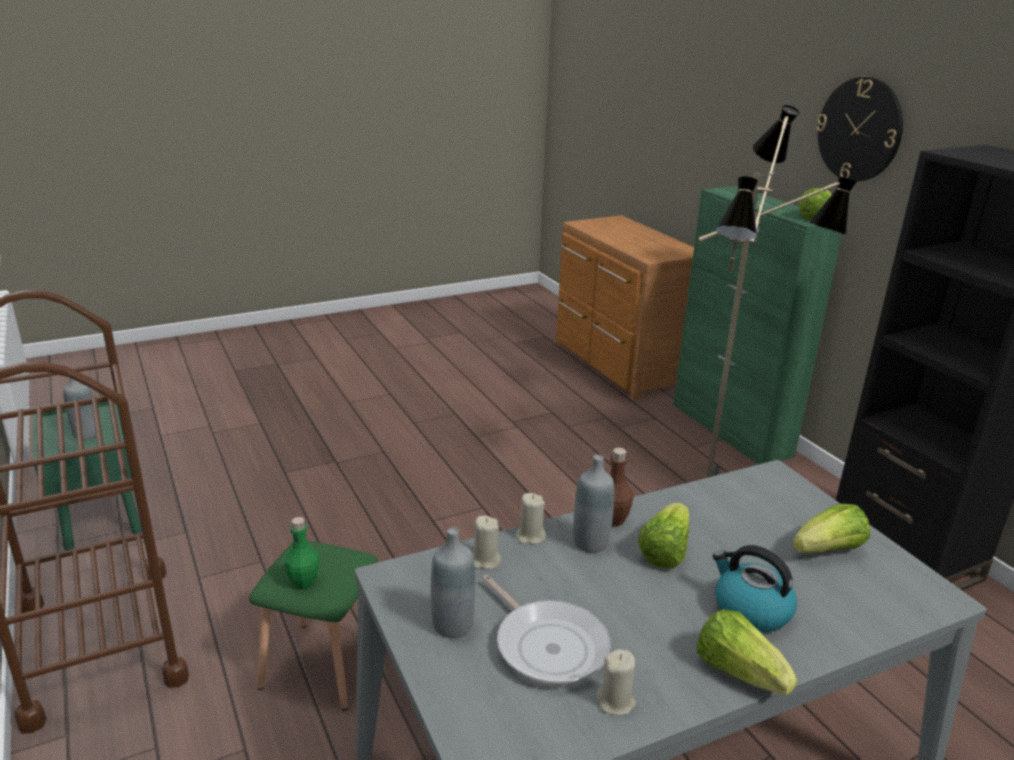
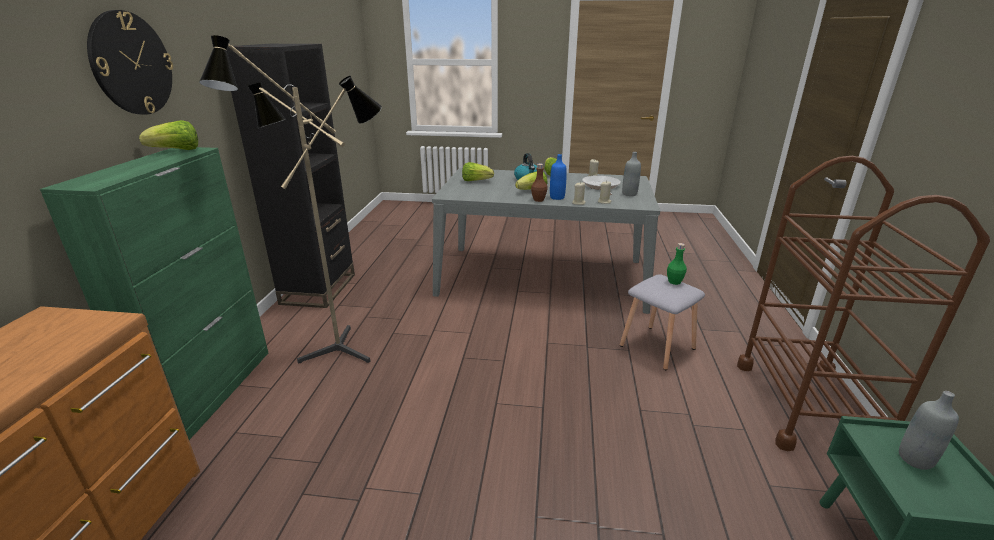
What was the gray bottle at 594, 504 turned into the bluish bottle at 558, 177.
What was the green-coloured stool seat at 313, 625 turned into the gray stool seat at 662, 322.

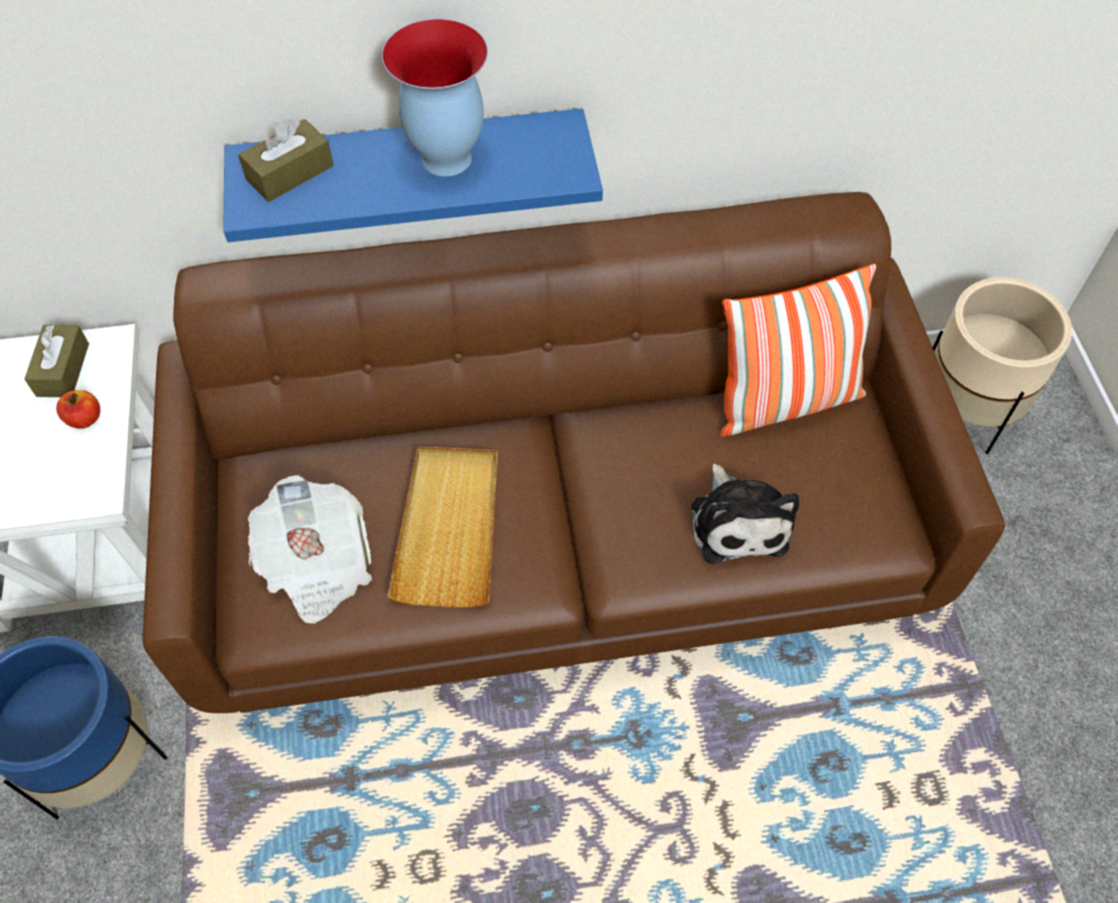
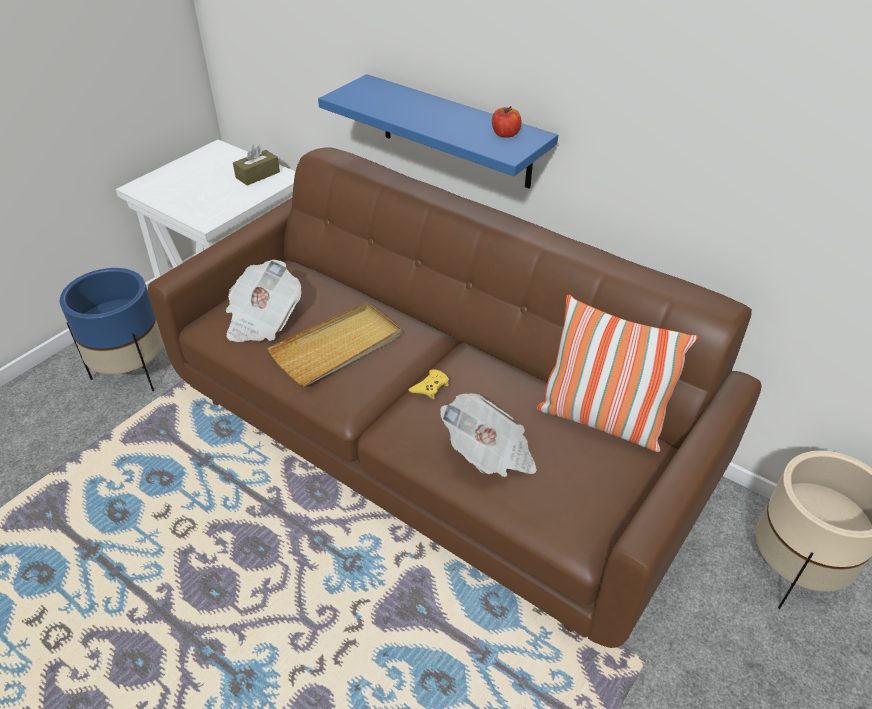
The second view lost the decorative vase at 435, 97.
The second view lost the brownish tissue box at 286, 160.
The apple fruit ended up elsewhere, having gone from 78, 409 to 506, 122.
Where the cuddly toy stood at 745, 514, the newspaper came to stand at 488, 435.
The second view gained the yellowish game controller at 428, 384.

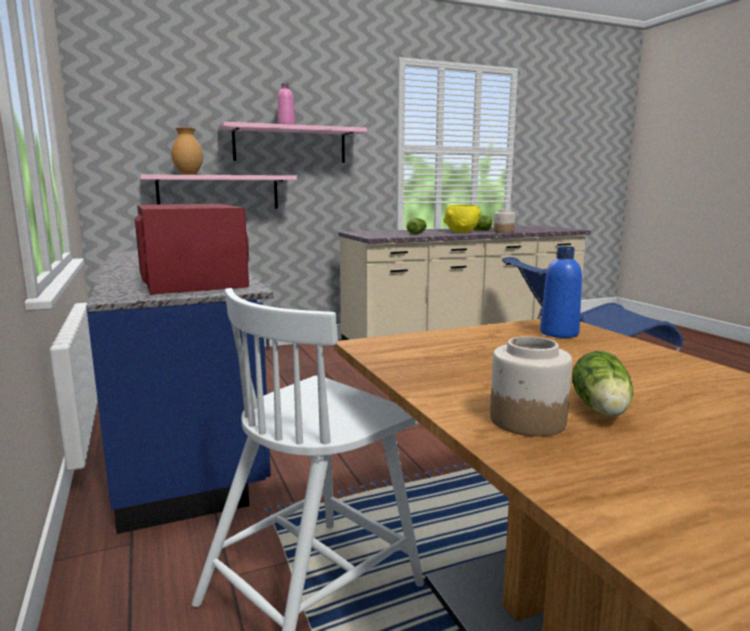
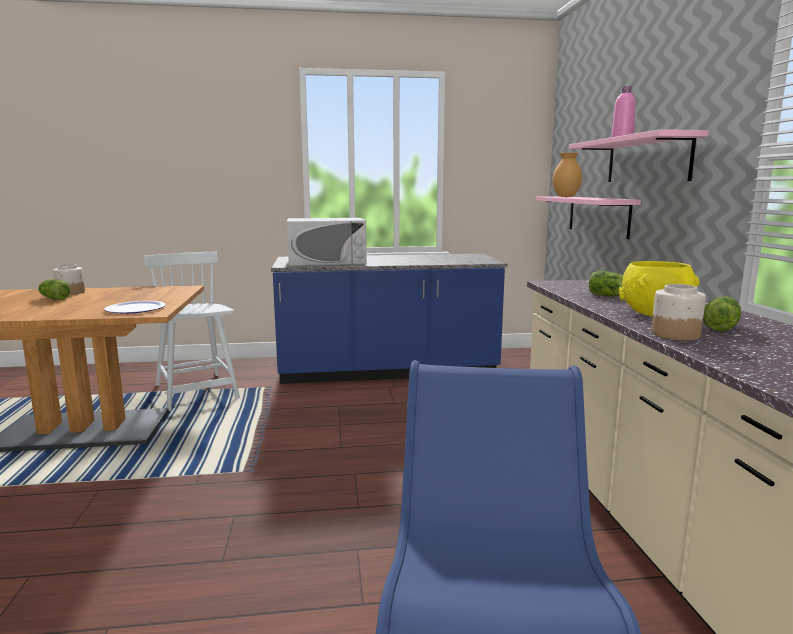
What was the red kitchen microwave at 192, 249 turned into the white kitchen microwave at 326, 242.
Where the bluish bottle stood at 561, 292, the dinner plate came to stand at 135, 307.

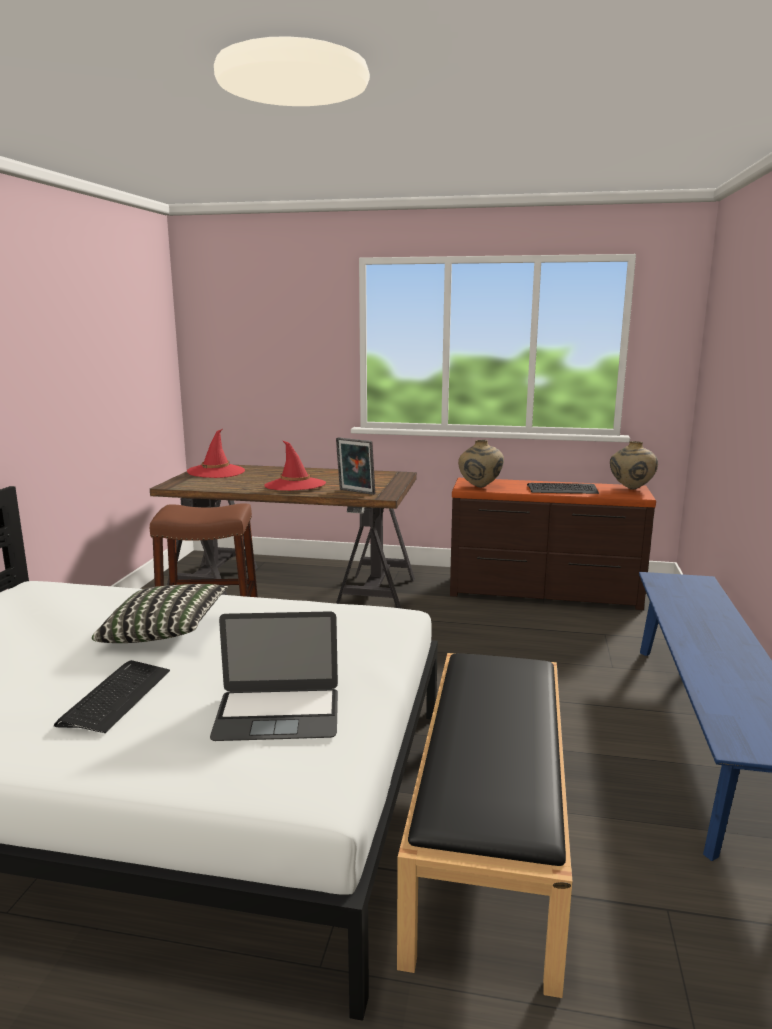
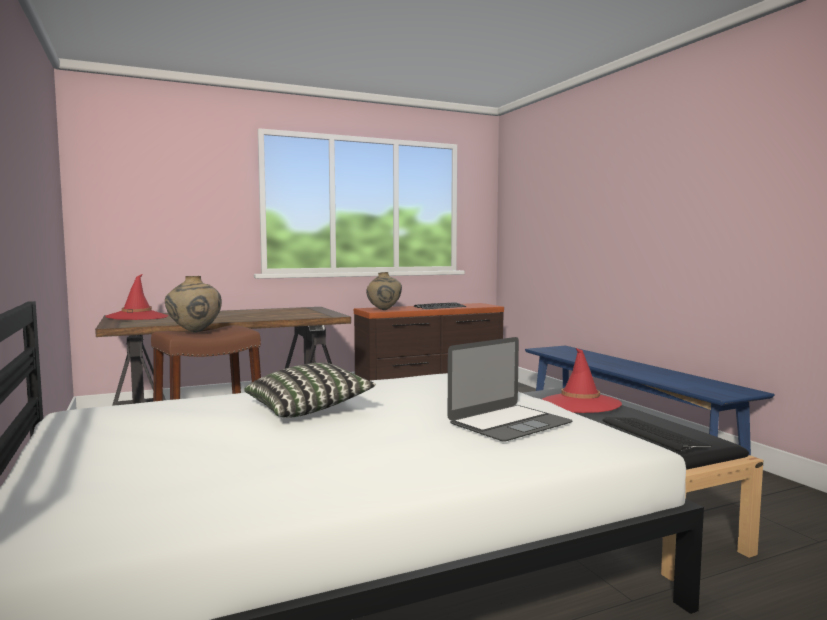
The second view lost the photo frame at 355, 466.
The red hat ended up elsewhere, having gone from 295, 465 to 582, 380.
The beige decorative vase ended up elsewhere, having gone from 634, 465 to 193, 304.
The computer keyboard ended up elsewhere, having gone from 112, 696 to 657, 434.

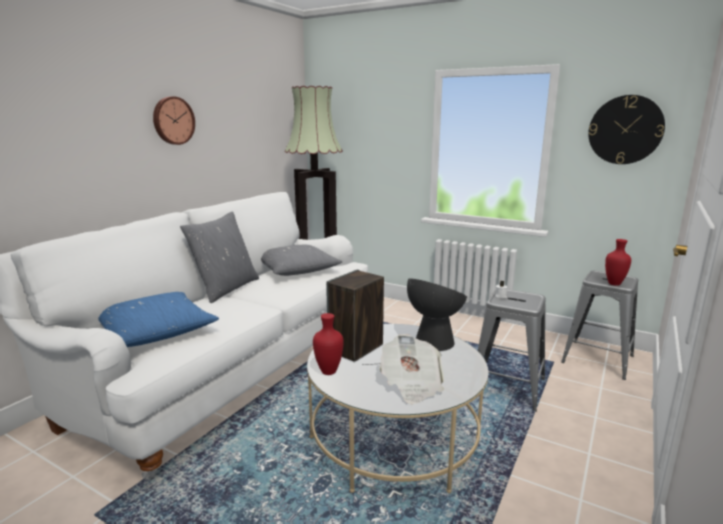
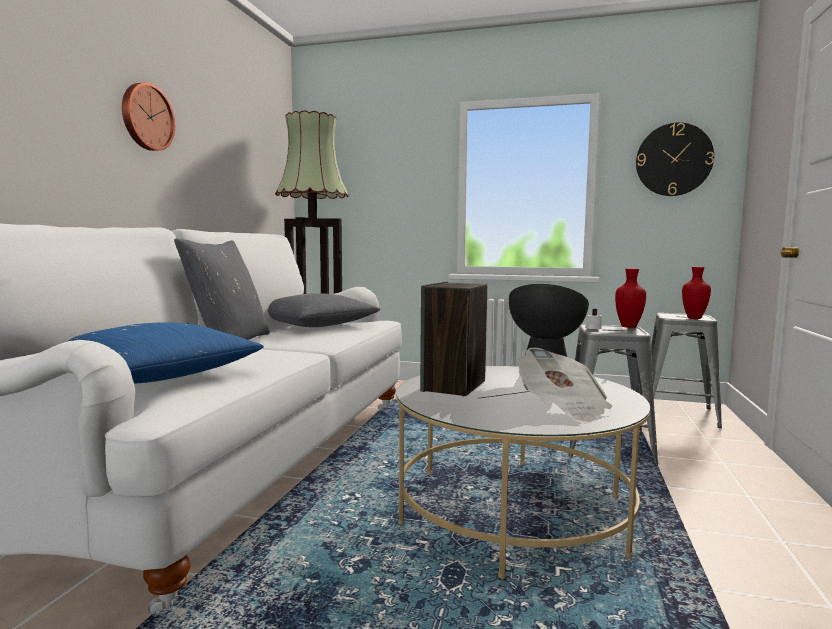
The red decorative vase ended up elsewhere, having gone from 328, 344 to 630, 298.

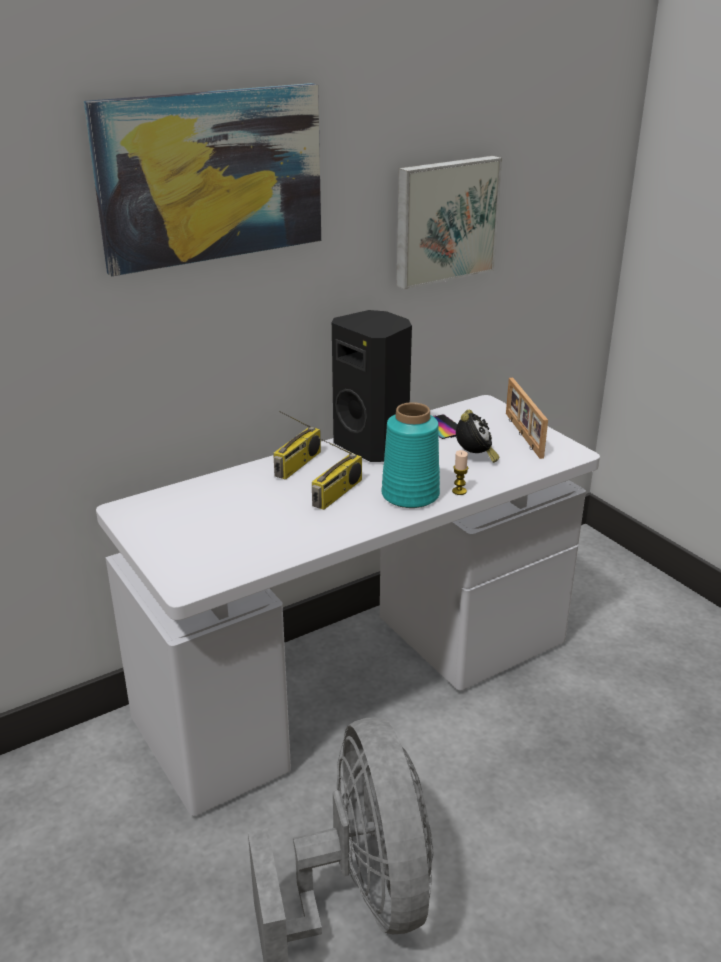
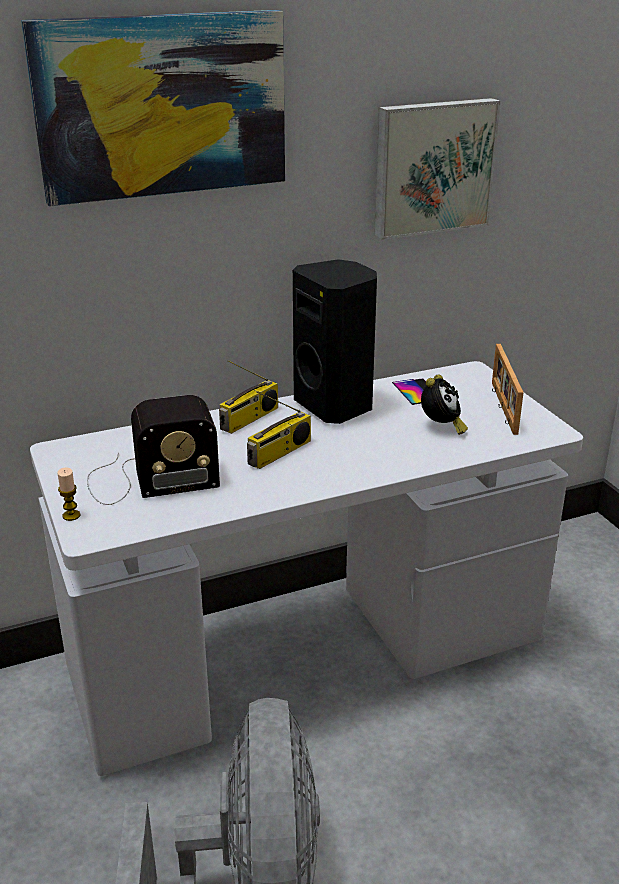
The second view lost the blue-green decorative vase at 411, 455.
The wax light ended up elsewhere, having gone from 460, 472 to 68, 494.
The second view gained the radio set at 153, 450.

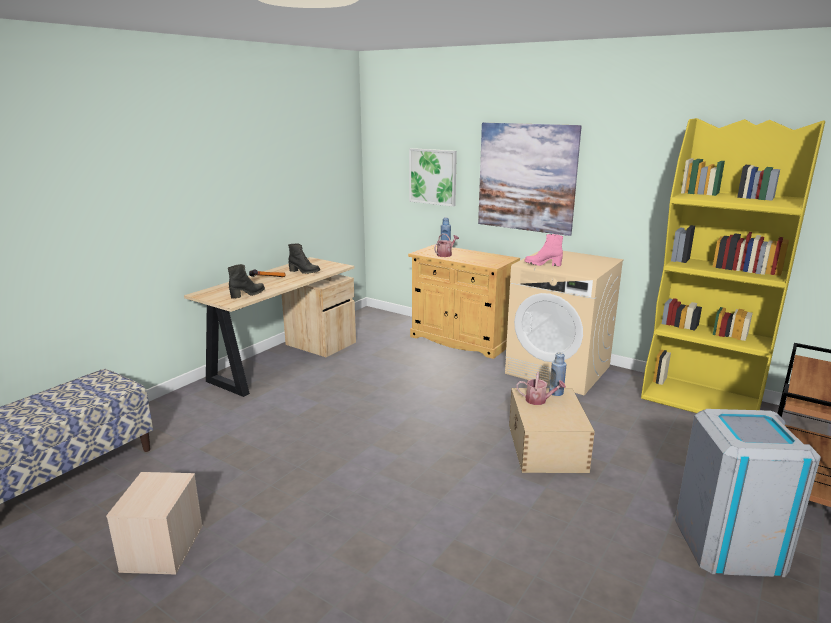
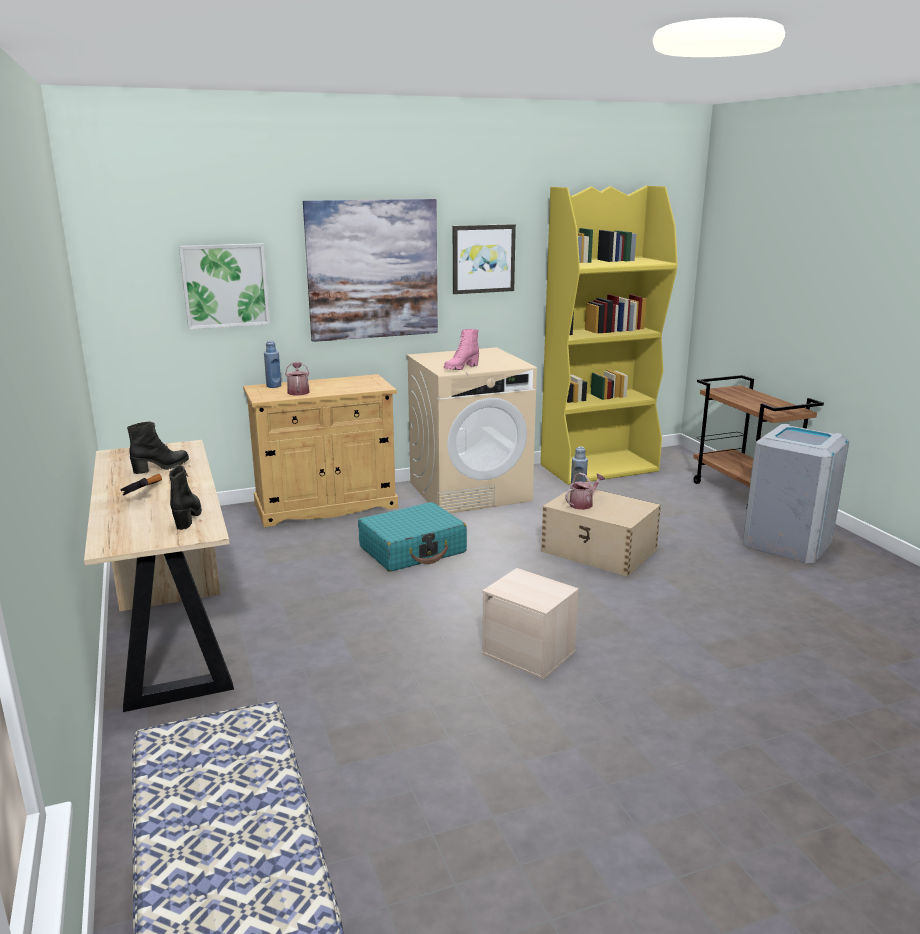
The beige storage container ended up elsewhere, having gone from 154, 523 to 530, 624.
The second view gained the picture at 484, 259.
The second view gained the blue-green suitcase at 412, 537.

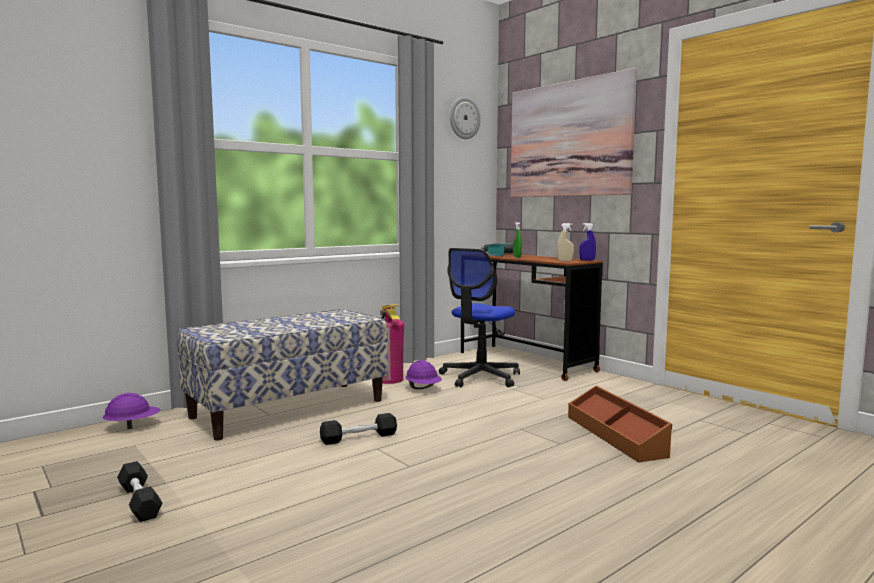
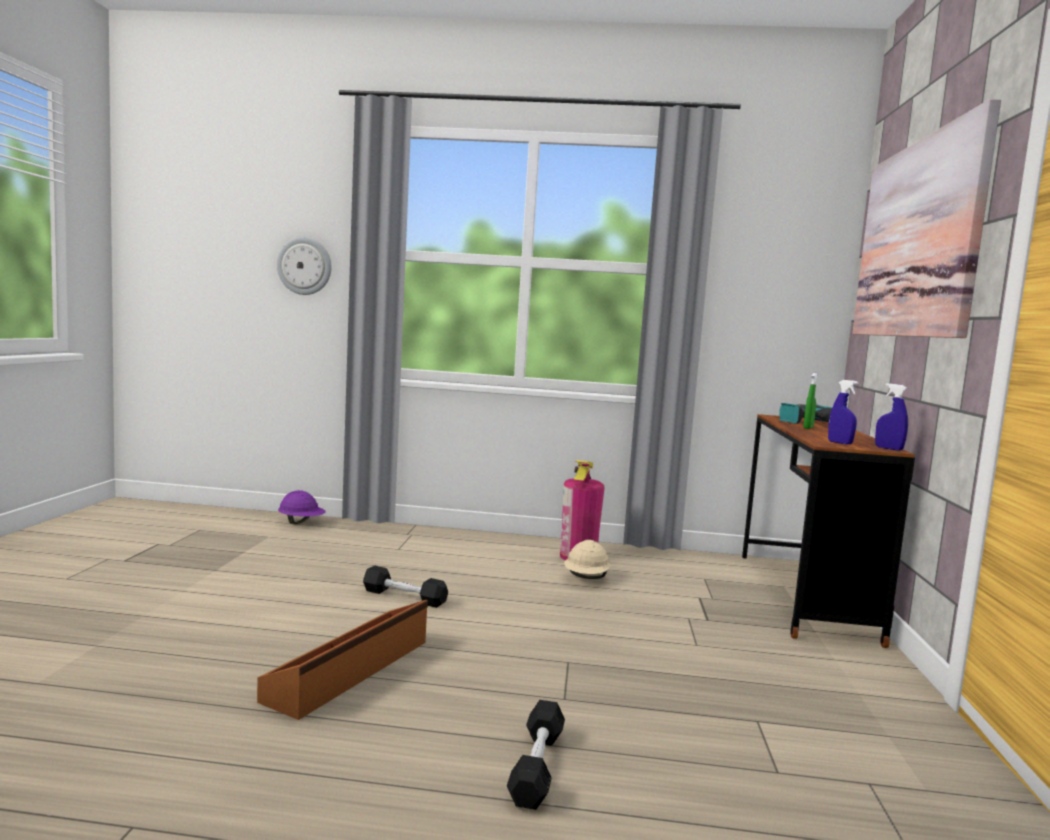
The wall clock ended up elsewhere, having gone from 465, 118 to 304, 266.
What was the beige spray bottle at 565, 242 turned into the bluish spray bottle at 843, 412.
The second view lost the office chair at 479, 317.
The second view lost the long seat at 282, 375.
What was the purple-coloured hard hat at 423, 374 turned into the beige hard hat at 587, 559.
The brownish storage container ended up elsewhere, having gone from 620, 424 to 342, 660.
The blackish hand weight ended up elsewhere, having gone from 139, 491 to 536, 755.

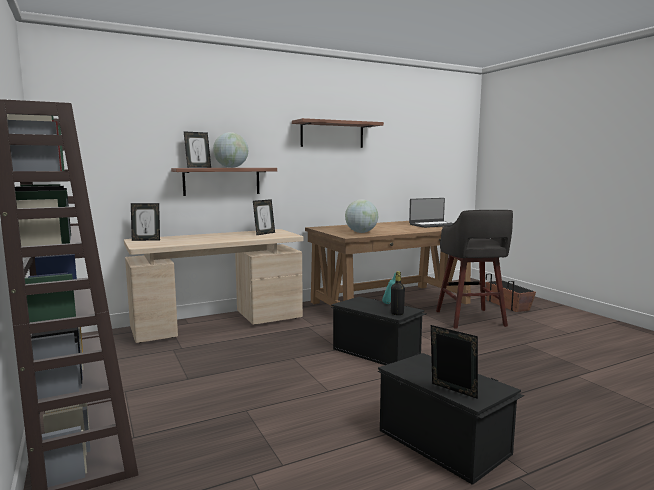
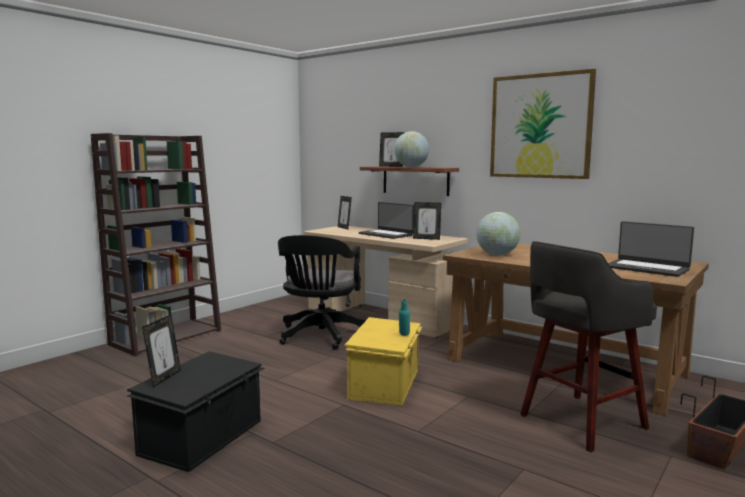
Where the bracket shelf hung at 338, 133, the picture came to hang at 543, 124.
The second view lost the blackish bottle at 398, 293.
What was the blackish storage container at 378, 331 turned into the yellowish storage container at 383, 361.
The second view gained the laptop at 386, 220.
The second view gained the blackish office chair at 322, 292.

